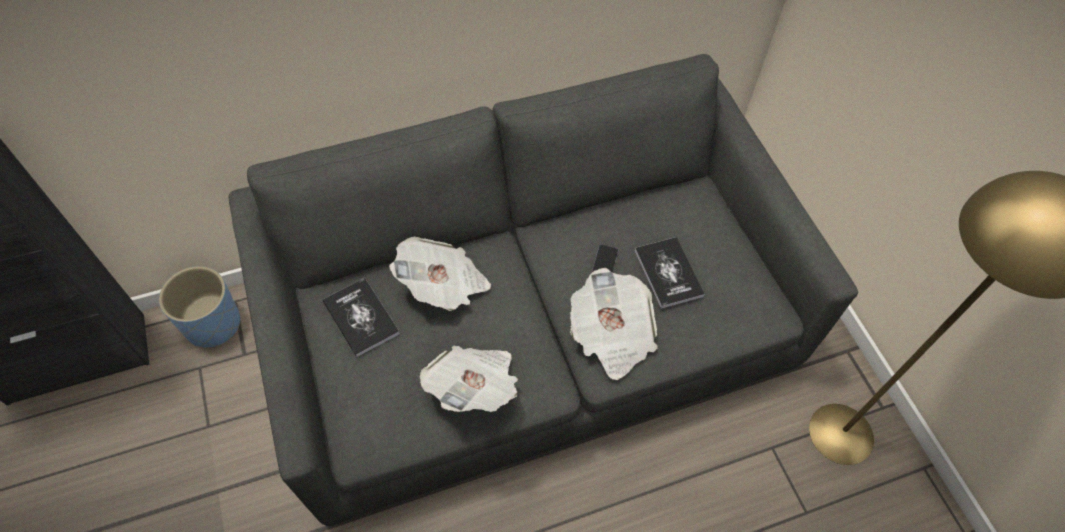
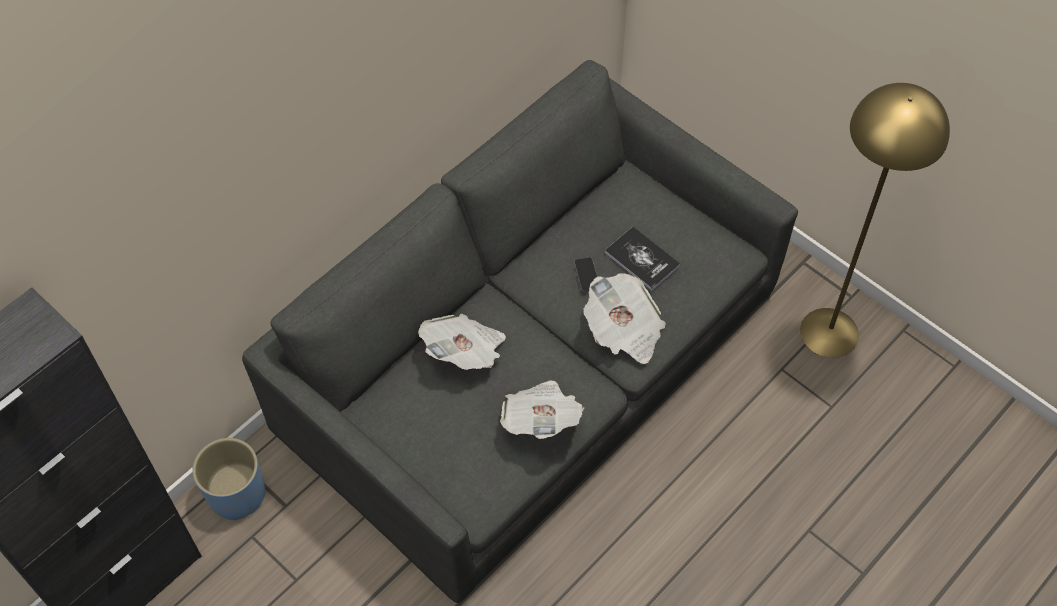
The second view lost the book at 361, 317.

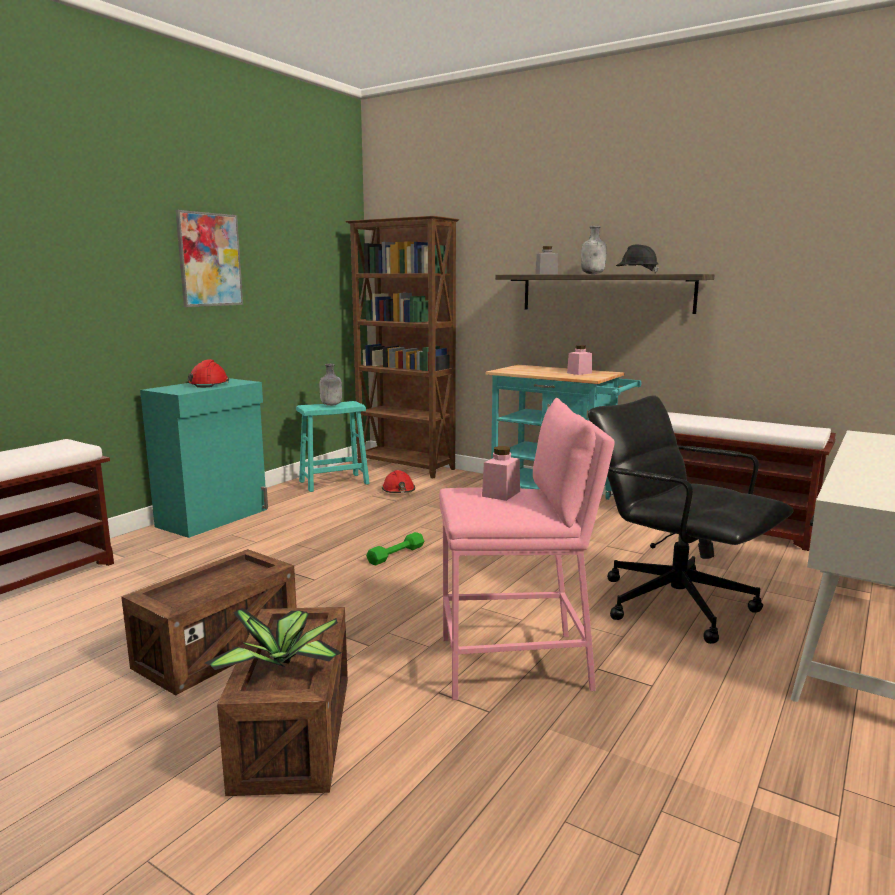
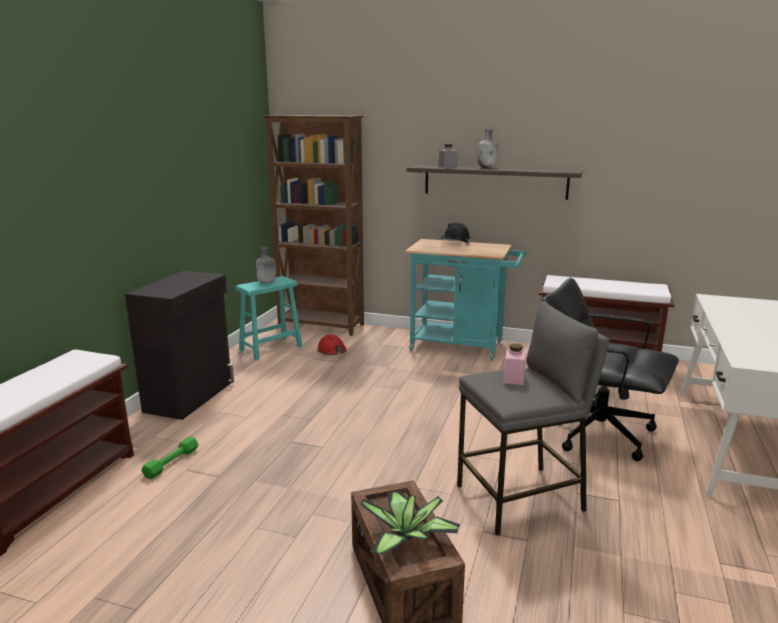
The second view lost the picture at 209, 258.
The blackish hard hat ended up elsewhere, having gone from 637, 259 to 455, 233.
The second view lost the pink-coloured preserve jar at 579, 360.
The second view lost the red hard hat at 208, 373.
What was the blue-green cabinet at 204, 458 turned into the blackish cabinet at 179, 345.
What was the pink-coloured stool seat at 527, 549 turned into the gray stool seat at 533, 418.
The green-coloured hand weight ended up elsewhere, having gone from 395, 548 to 170, 458.
The second view lost the shipping crate at 209, 622.

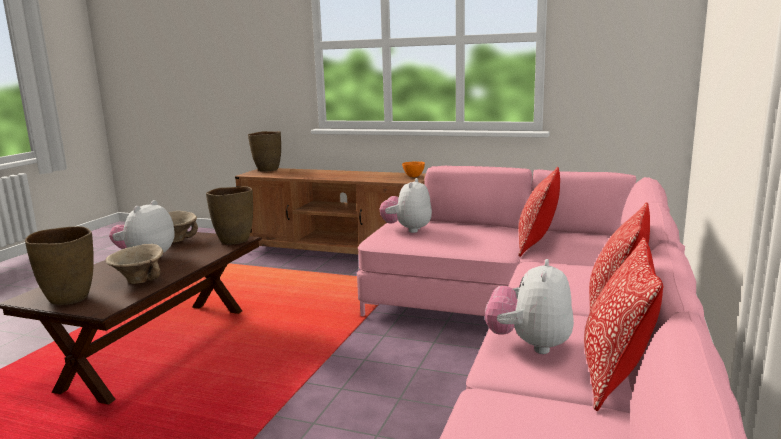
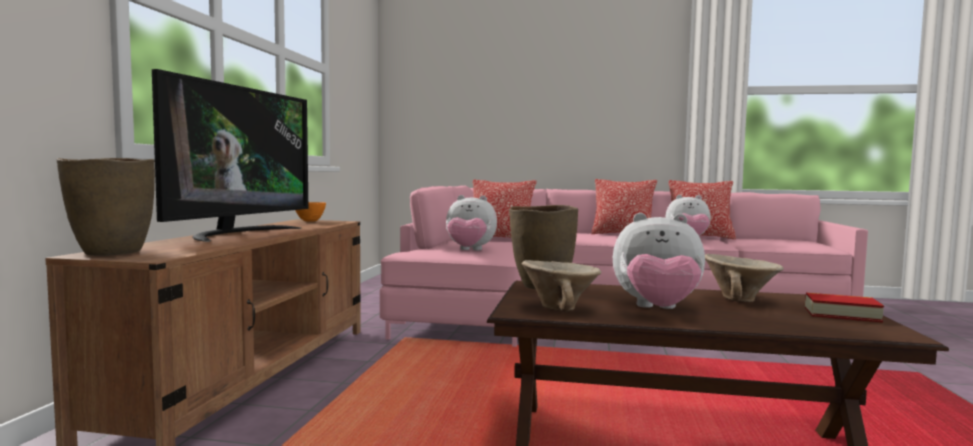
Where the brownish decorative vase stood at 59, 265, the book came to stand at 844, 308.
The second view gained the TV set at 230, 155.

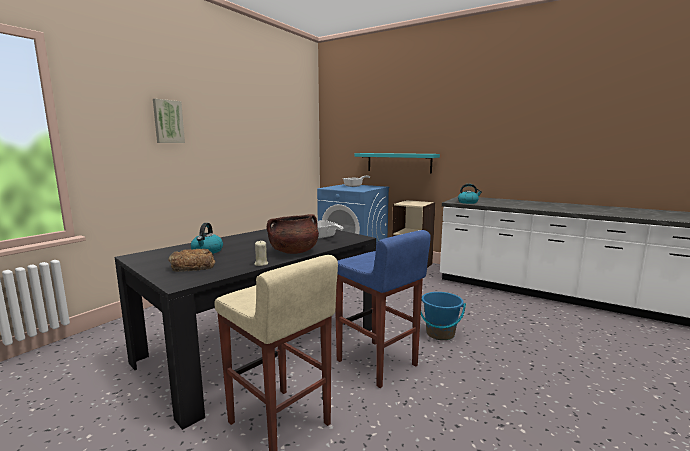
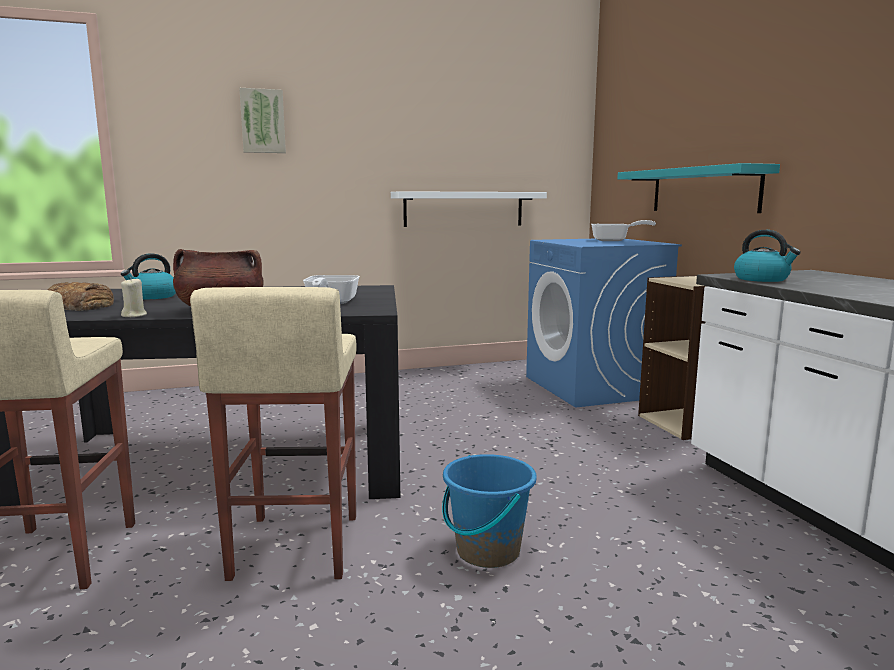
What was the bluish stool seat at 383, 309 turned into the beige stool seat at 273, 434.
The second view gained the white bracket shelf at 469, 209.

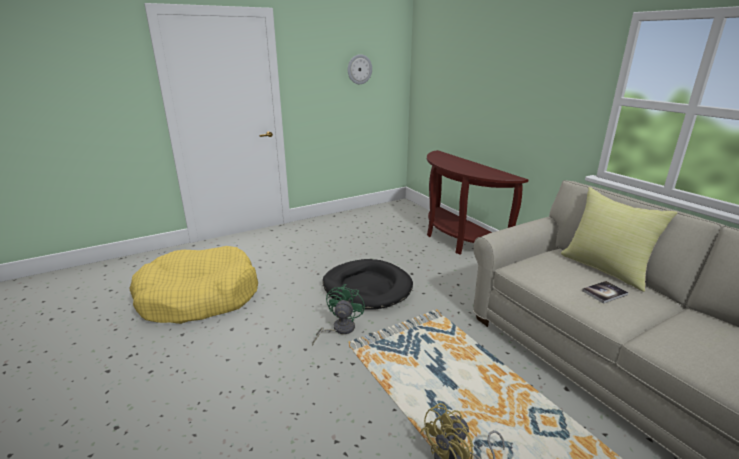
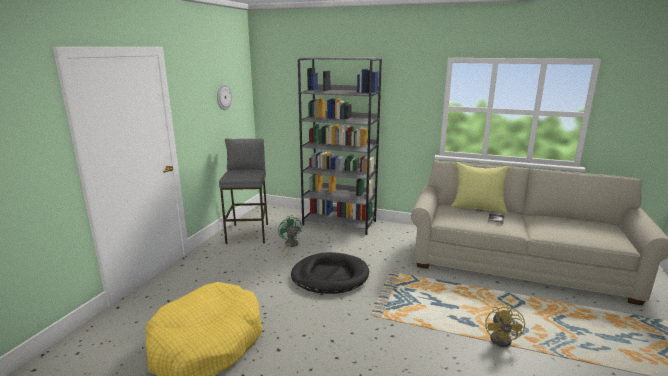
Where the brownish hall table stood at 477, 202, the gray shelving unit came to stand at 340, 146.
The green-coloured cooling fan ended up elsewhere, having gone from 338, 314 to 290, 236.
The second view gained the gray stool seat at 243, 191.

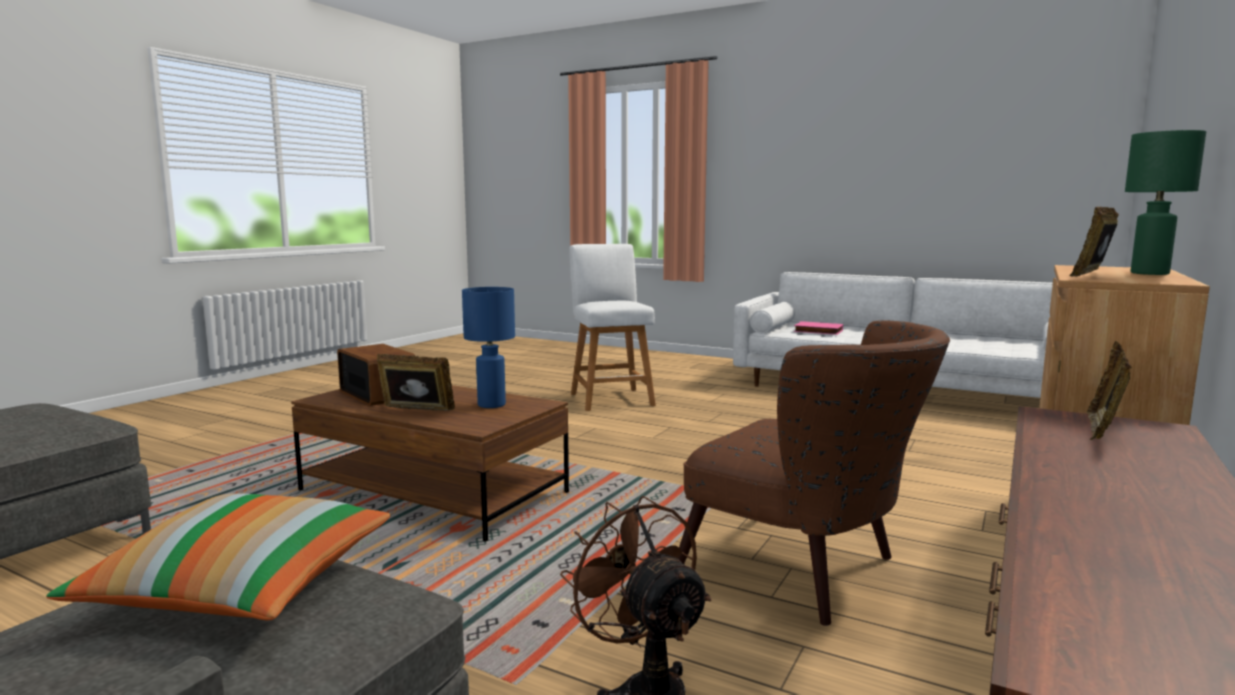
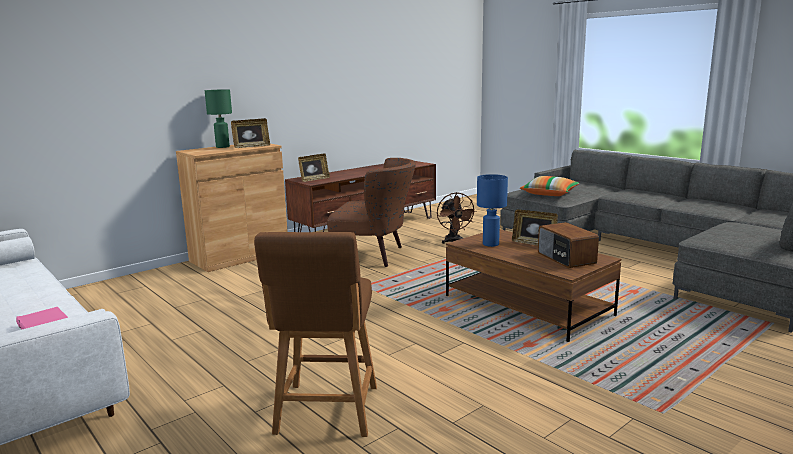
What was the white stool seat at 612, 327 turned into the brownish stool seat at 315, 334.
The brownish armchair at 813, 473 ended up facing another way, 135 degrees clockwise from before.

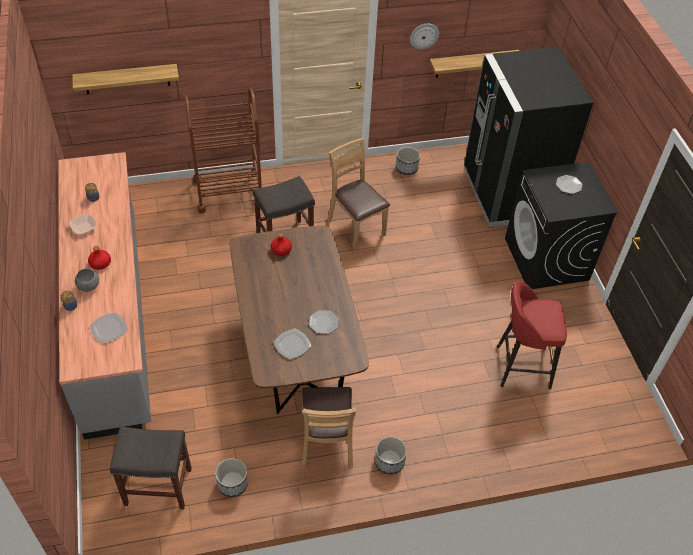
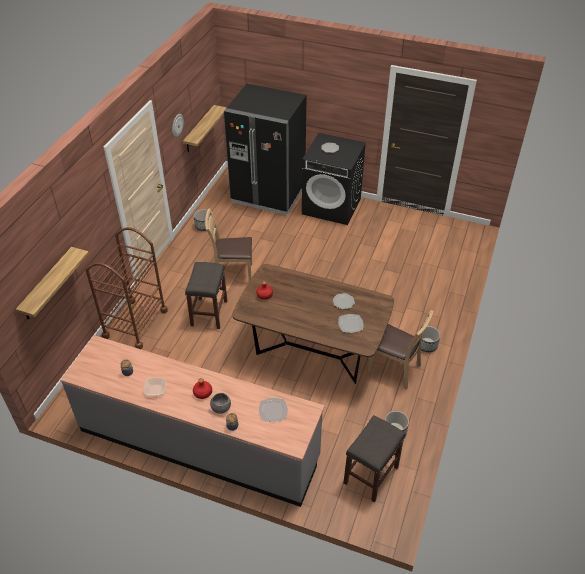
The second view lost the red stool seat at 532, 335.

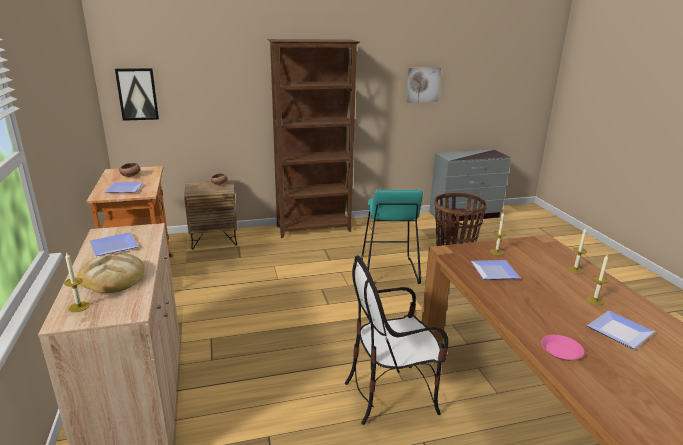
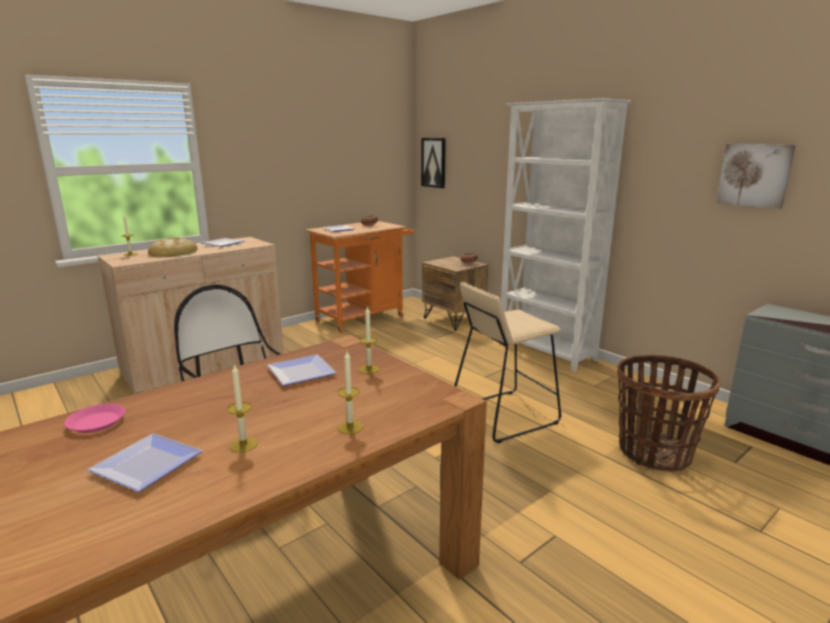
What was the brownish shelving unit at 313, 138 turned into the white shelving unit at 565, 235.
What was the blue-green stool seat at 392, 237 turned into the beige stool seat at 507, 362.

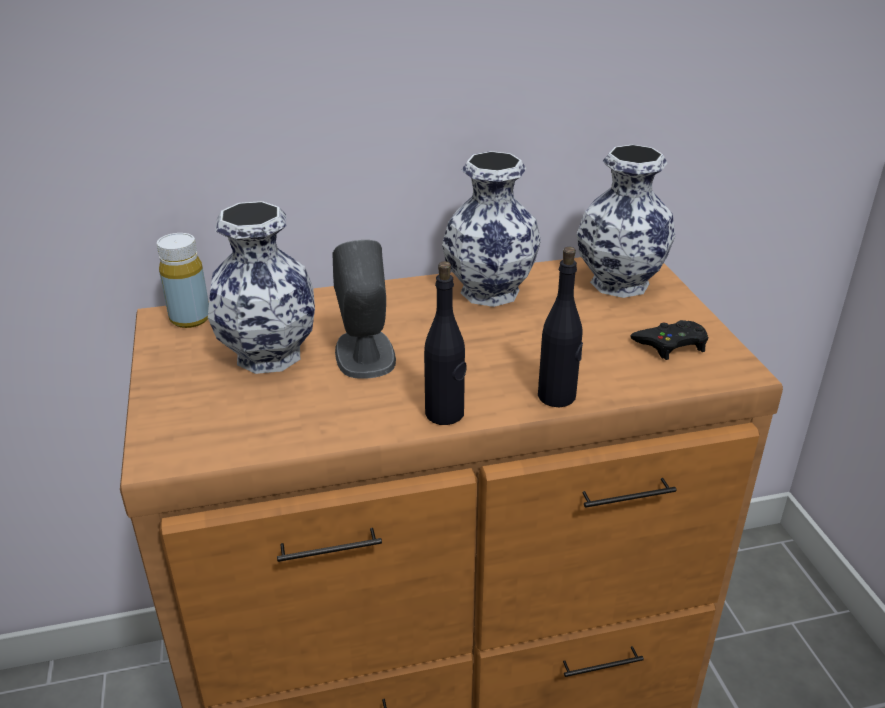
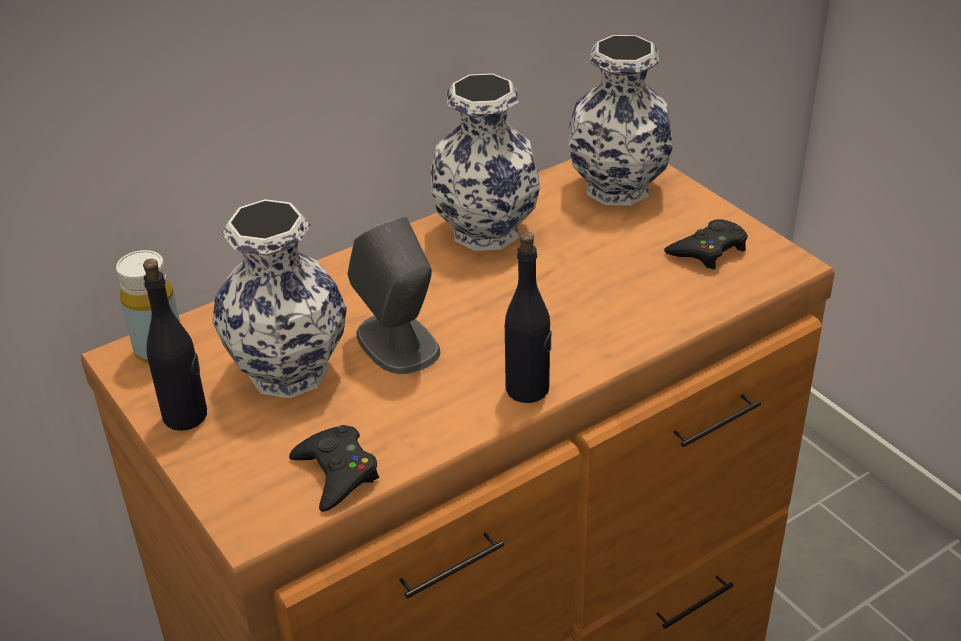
The blackish bottle ended up elsewhere, having gone from 560, 327 to 175, 345.
The second view gained the blackish game controller at 334, 468.

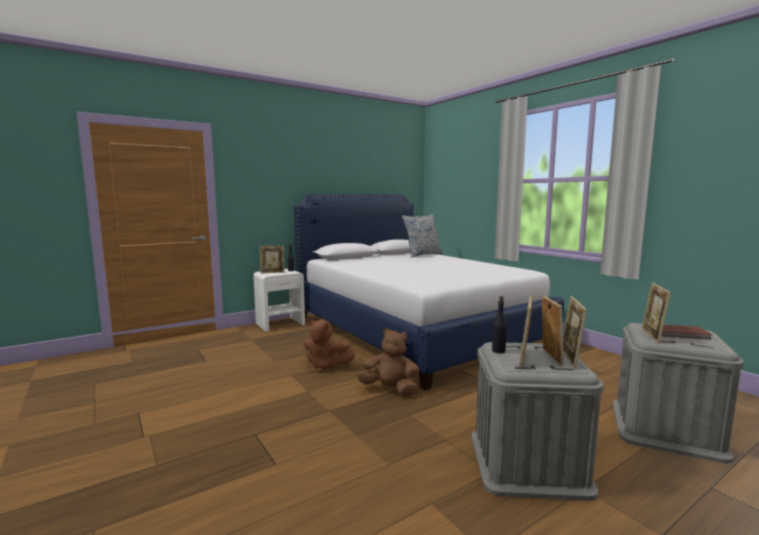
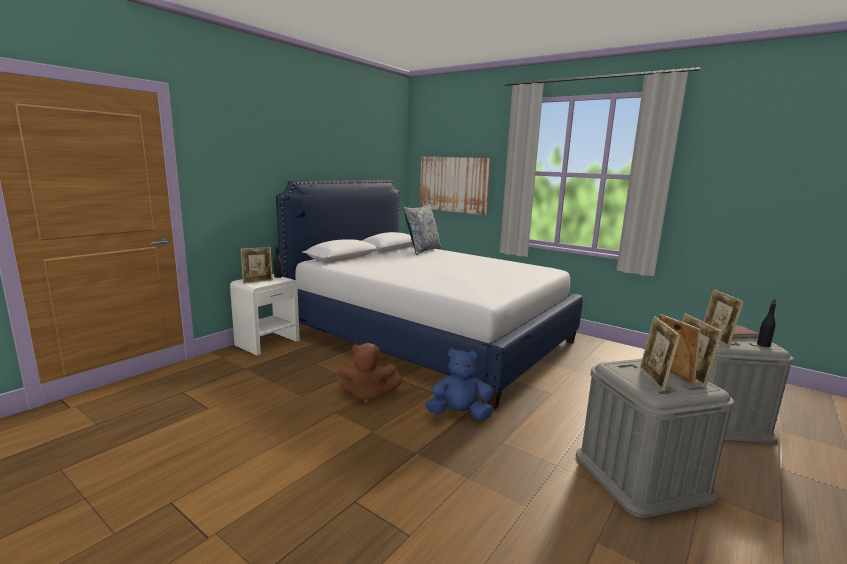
The blackish bottle ended up elsewhere, having gone from 499, 324 to 766, 323.
What was the brownish cuddly toy at 388, 362 turned into the bluish cuddly toy at 459, 384.
The second view gained the picture at 455, 186.

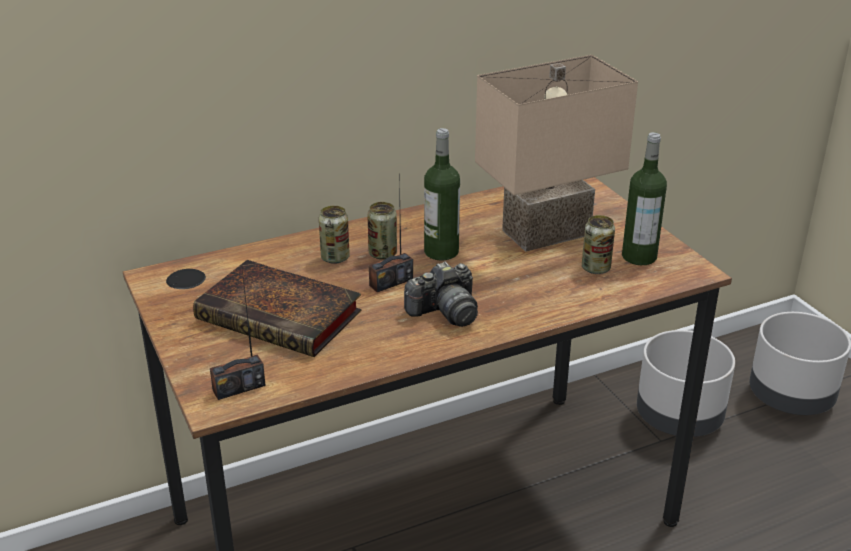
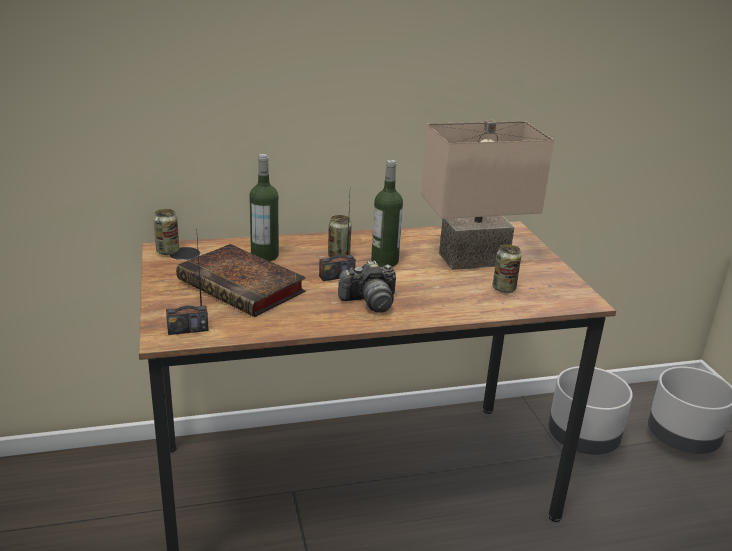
The bottle ended up elsewhere, having gone from 644, 198 to 264, 207.
The can ended up elsewhere, having gone from 334, 235 to 166, 232.

